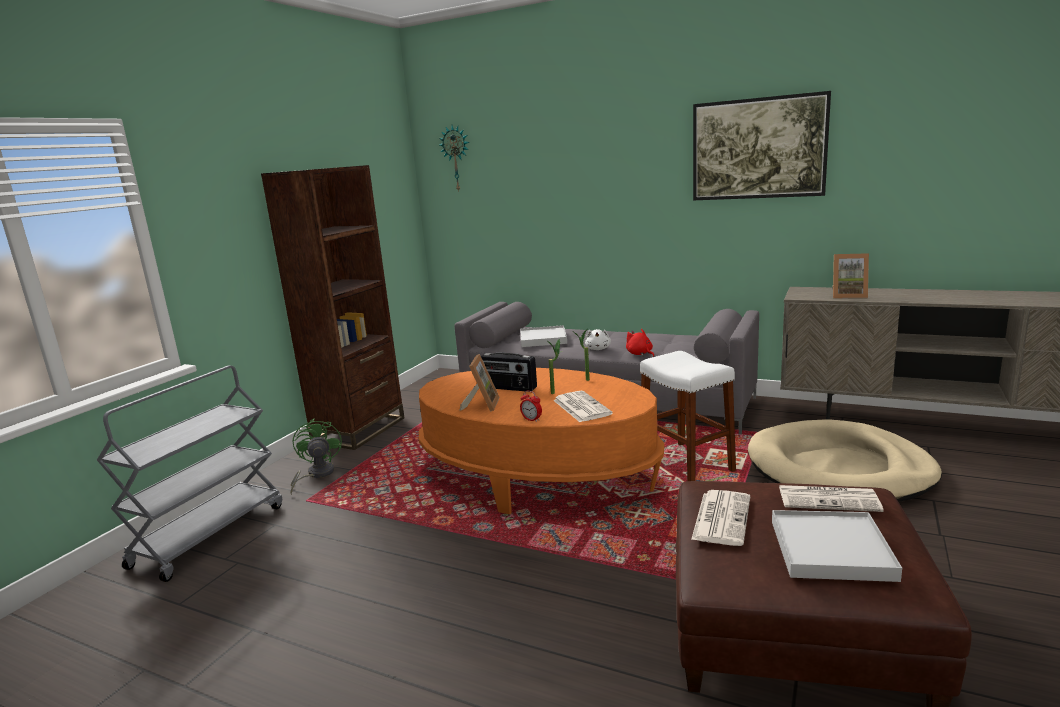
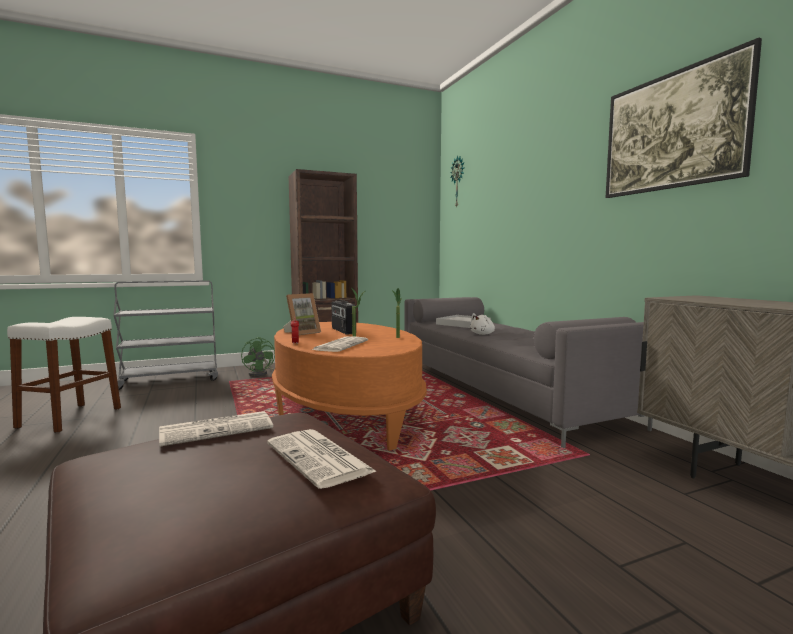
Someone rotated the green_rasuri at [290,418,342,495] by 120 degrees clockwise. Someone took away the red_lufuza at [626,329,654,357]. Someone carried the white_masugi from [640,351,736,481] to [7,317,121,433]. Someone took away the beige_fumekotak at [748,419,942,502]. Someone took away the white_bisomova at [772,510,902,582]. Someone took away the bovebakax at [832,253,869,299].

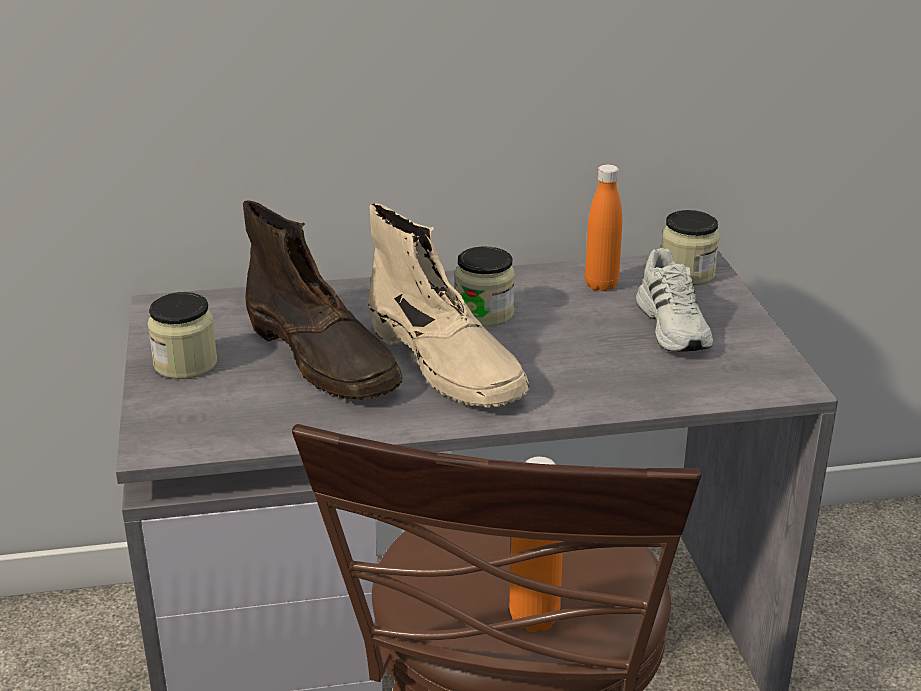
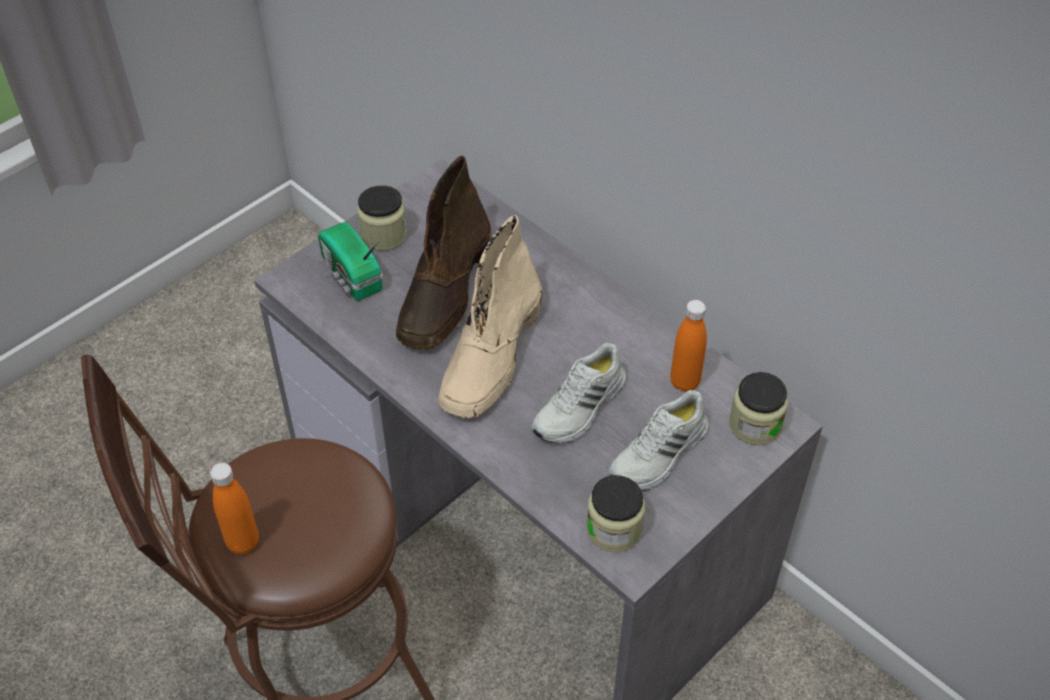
Someone carried the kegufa from [455,247,515,327] to [586,475,645,552]. Someone put down the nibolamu at [318,223,383,301]. Someone put down the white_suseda at [531,343,626,444].

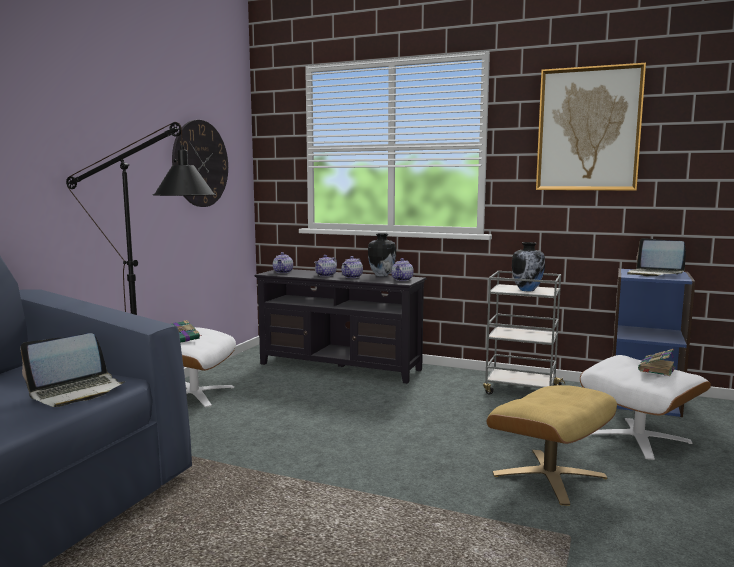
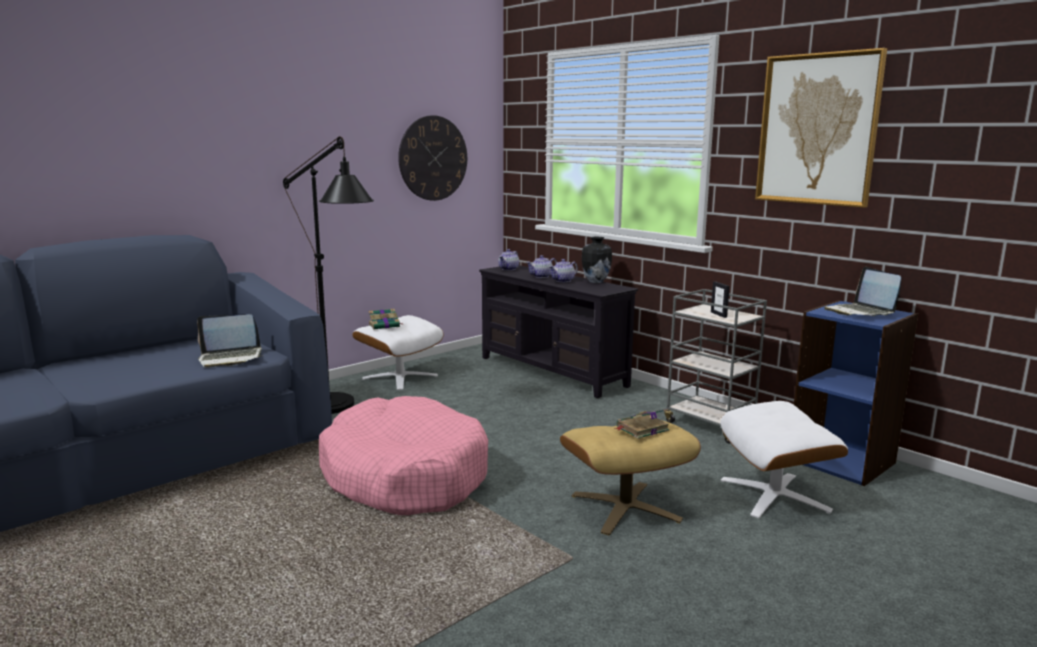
Someone took away the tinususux at [391,258,414,281]. Someone swapped the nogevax at [512,242,545,291] for the bovebakax at [711,281,730,318]. Someone carried the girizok from [638,349,676,376] to [614,409,670,439]. Someone put down the pink_fumekotak at [319,396,488,515].

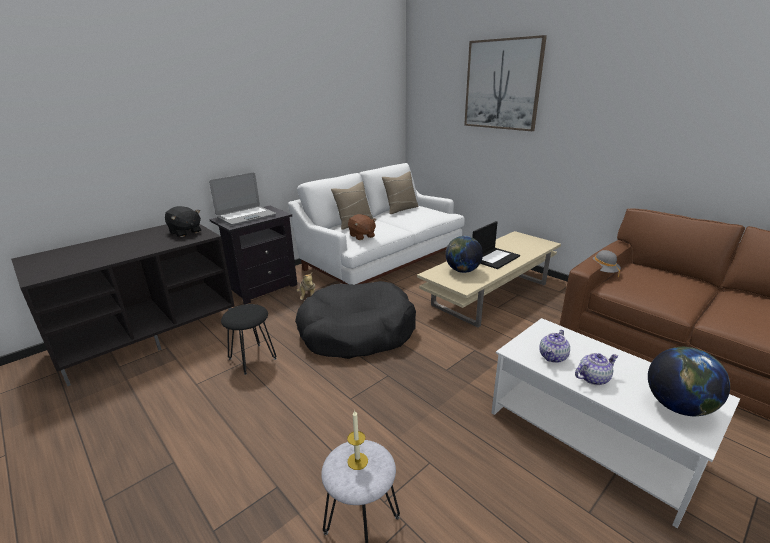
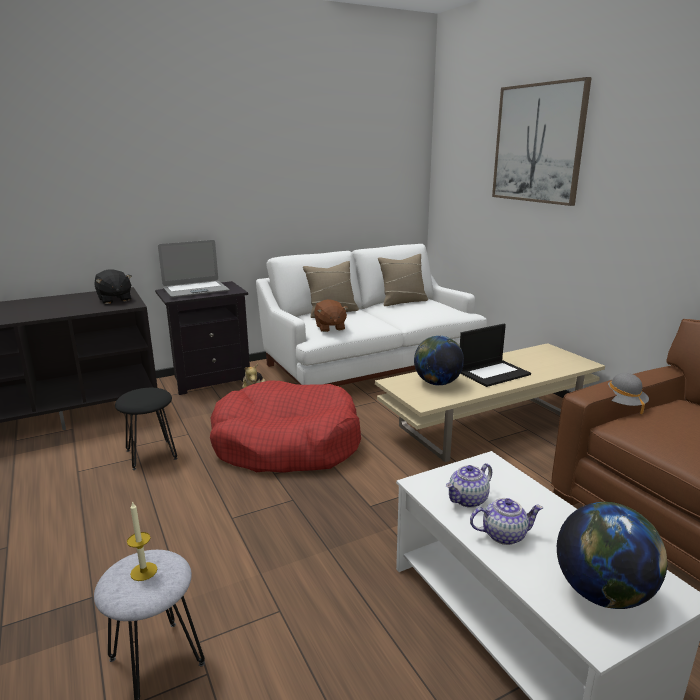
Someone repainted the black_fumekotak at [295,281,416,359], which became the red_fumekotak at [210,380,361,473].

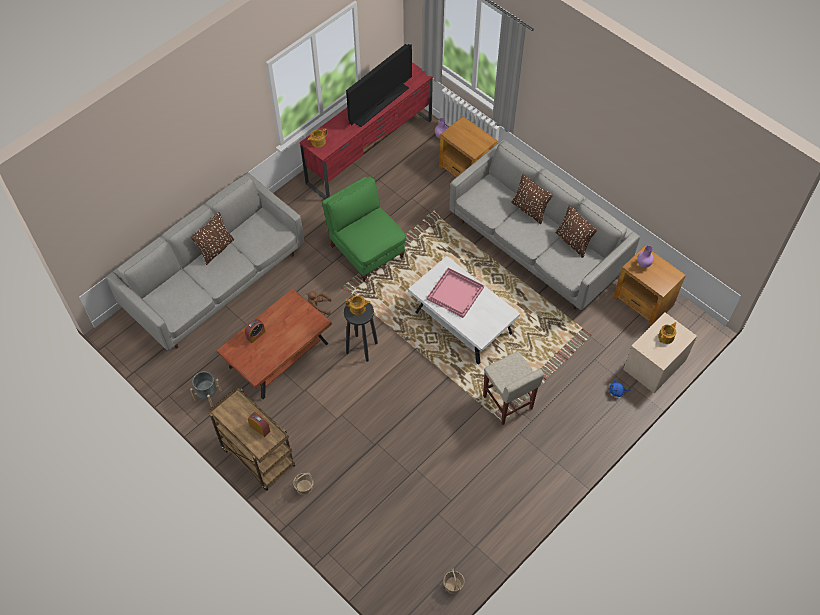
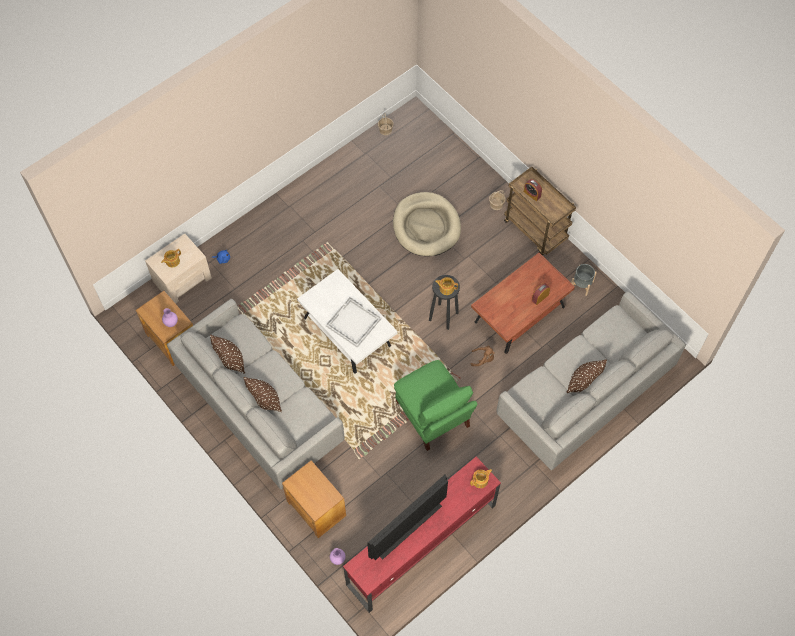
Someone repainted the pink_bisomova at [427,268,484,318], which became the white_bisomova at [326,297,381,348]. Someone took away the beige_masugi at [483,352,544,425]. Someone put down the beige_fumekotak at [393,192,461,256].

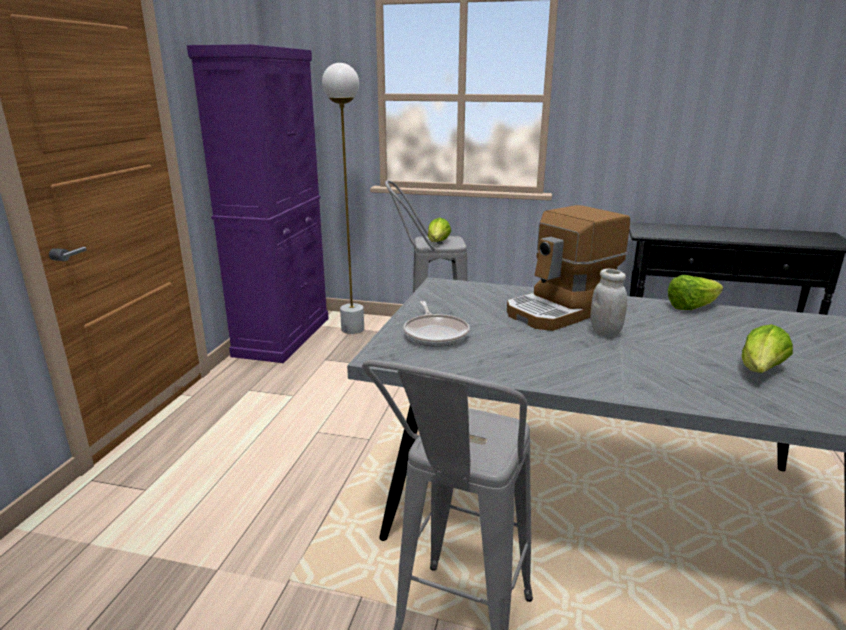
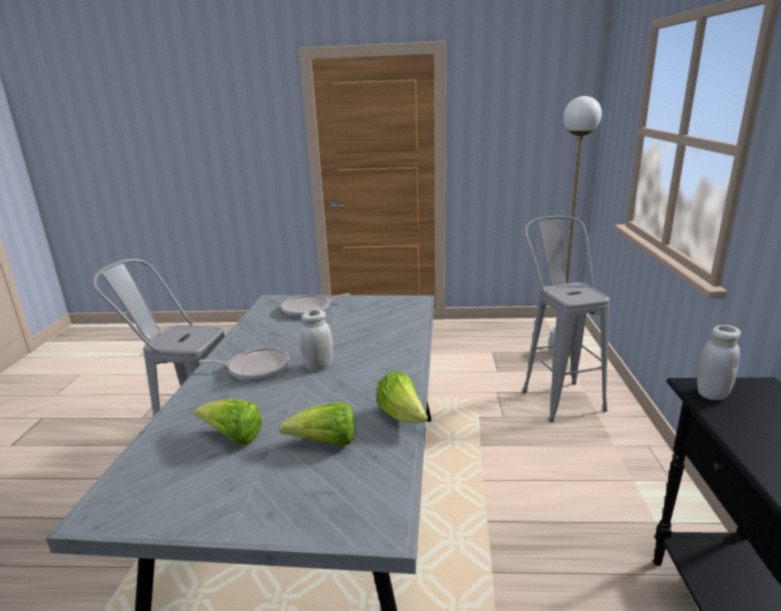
Someone took away the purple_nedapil at [187,44,329,363]. Someone carried the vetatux from [428,218,451,242] to [279,402,354,446]. Someone took away the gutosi at [507,205,630,331]. Someone put down the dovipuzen at [199,348,289,381]. Someone put down the white_kegufa at [697,325,741,400].

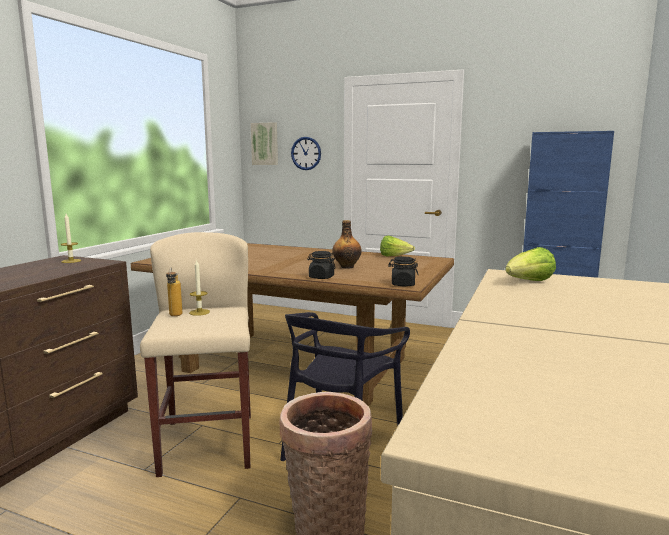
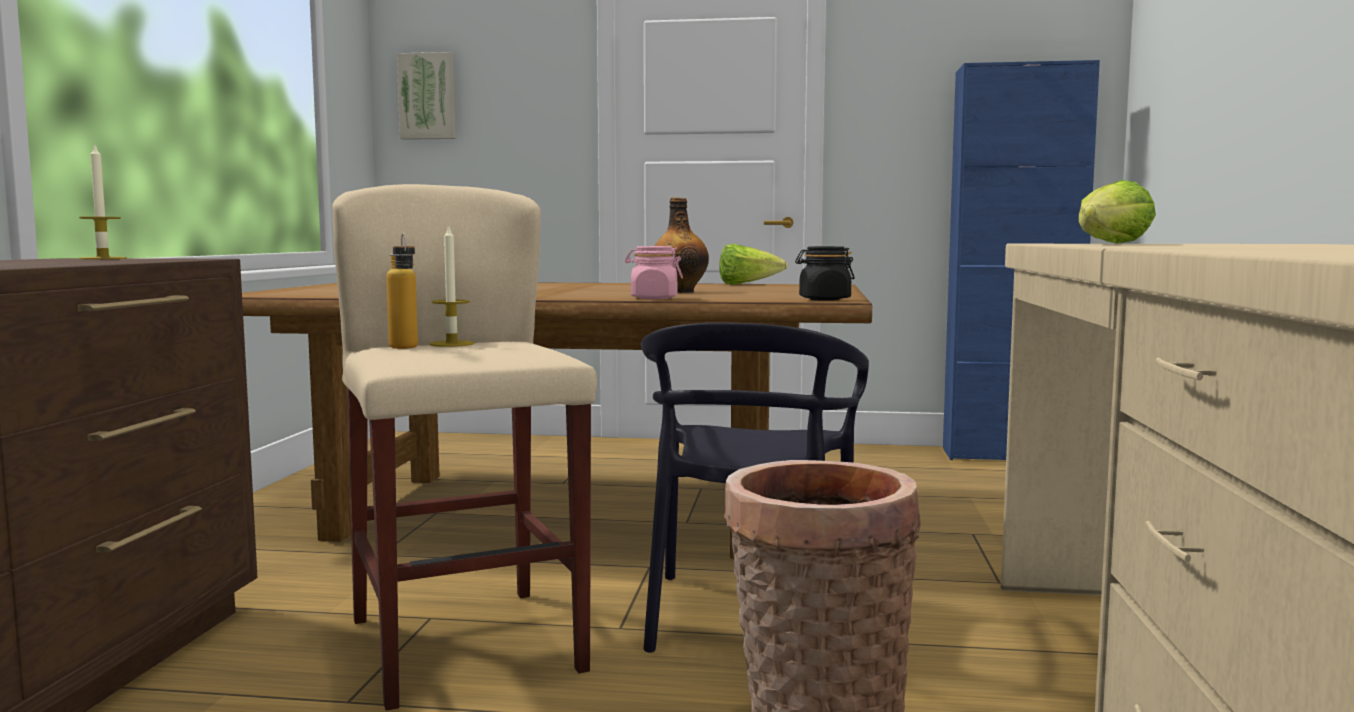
Someone took away the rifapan at [291,137,321,170]. Someone repainted the black_kegufa at [307,251,336,279], which became the pink_kegufa at [625,246,683,299].

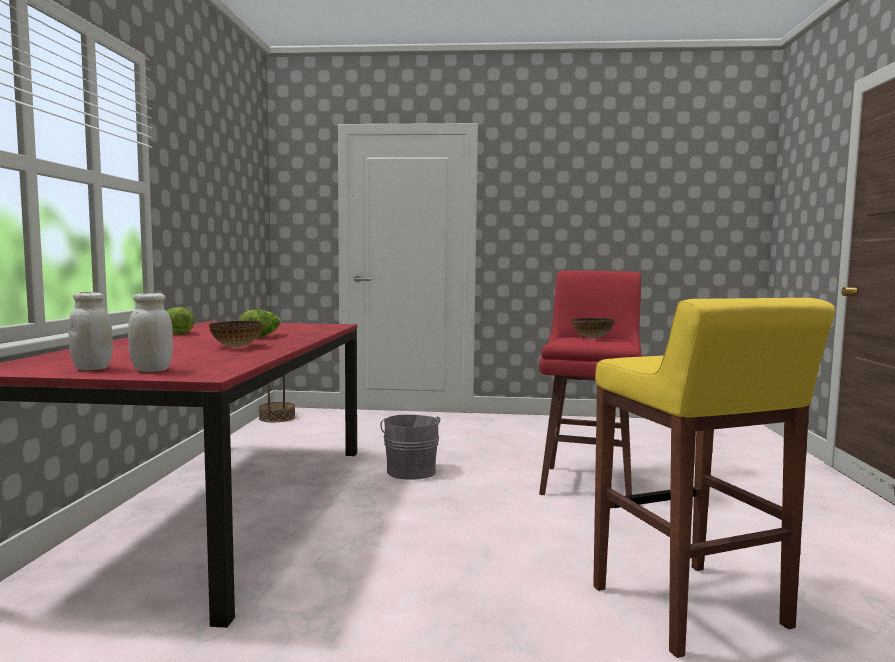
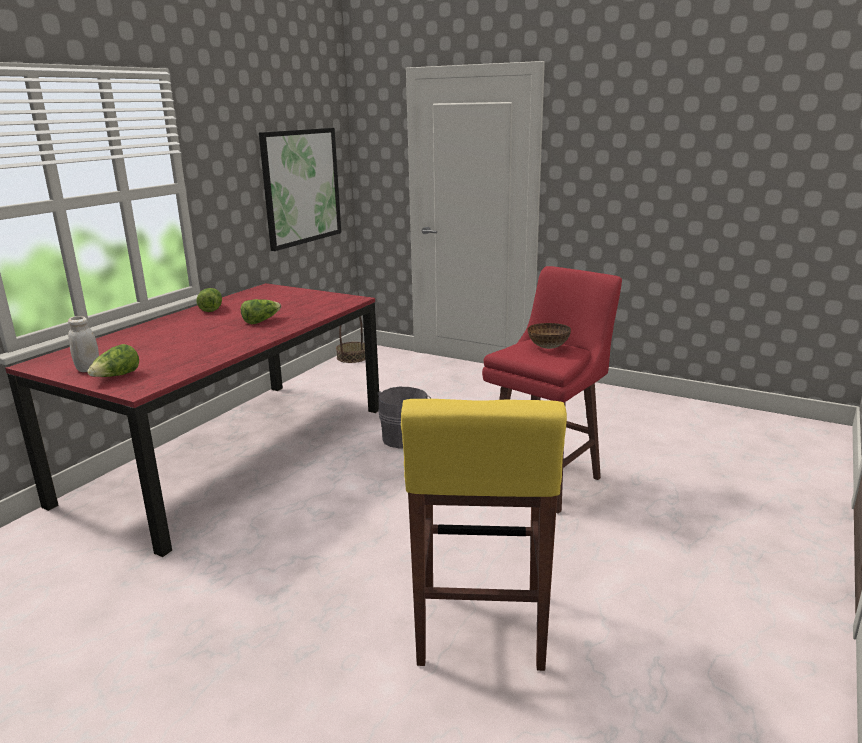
Someone swapped the white_kegufa at [128,293,173,372] for the vetatux at [87,344,139,377]. Someone took away the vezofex at [209,321,263,347]. Someone put up the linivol at [259,128,341,251].

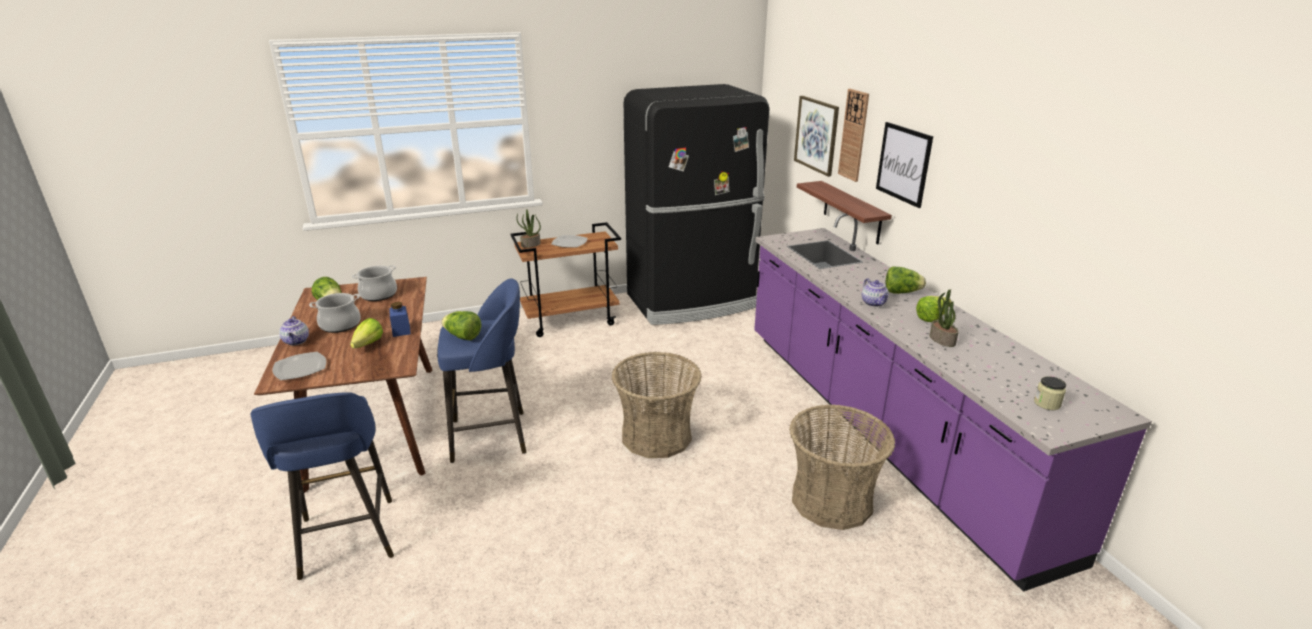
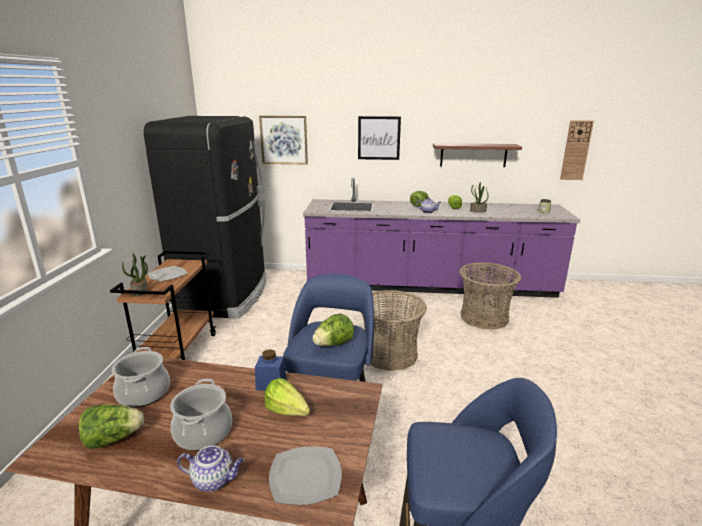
Someone carried the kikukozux from [797,181,892,244] to [433,143,522,167]. Someone carried the rifapan from [838,89,869,182] to [560,121,594,180].

